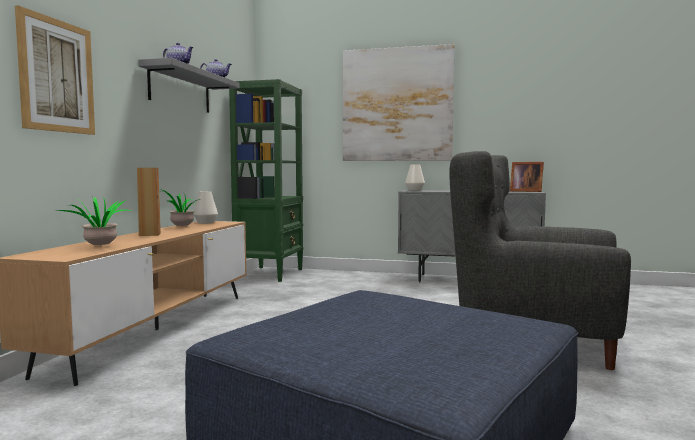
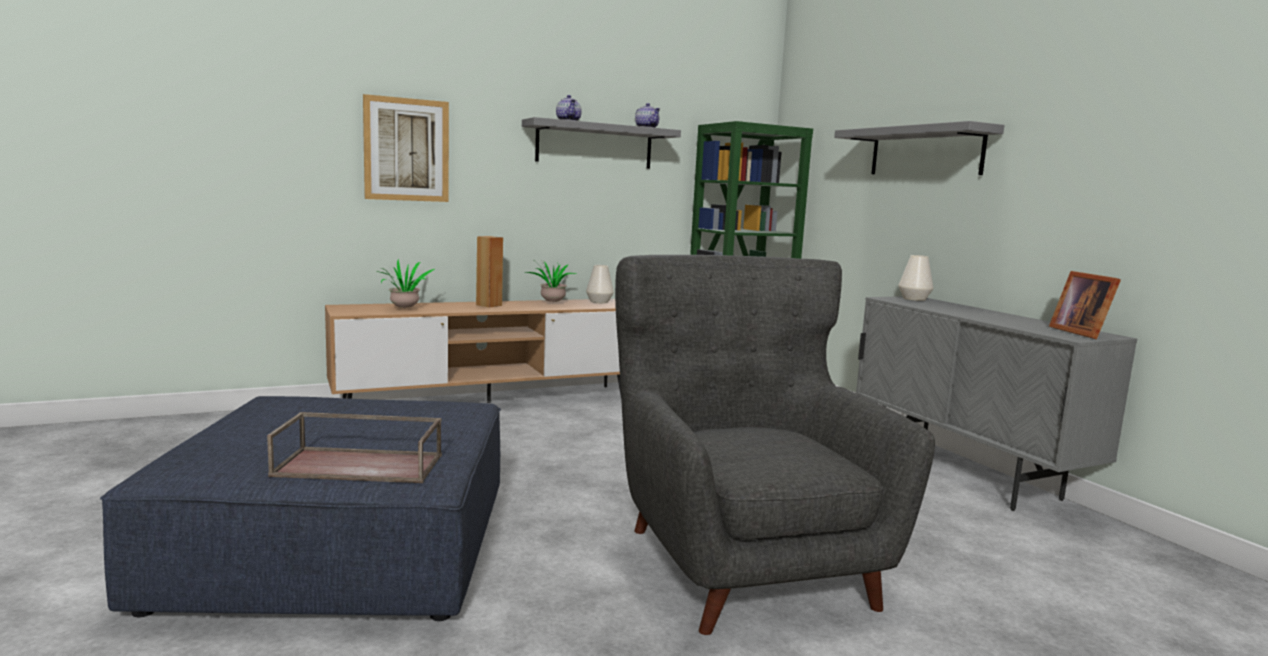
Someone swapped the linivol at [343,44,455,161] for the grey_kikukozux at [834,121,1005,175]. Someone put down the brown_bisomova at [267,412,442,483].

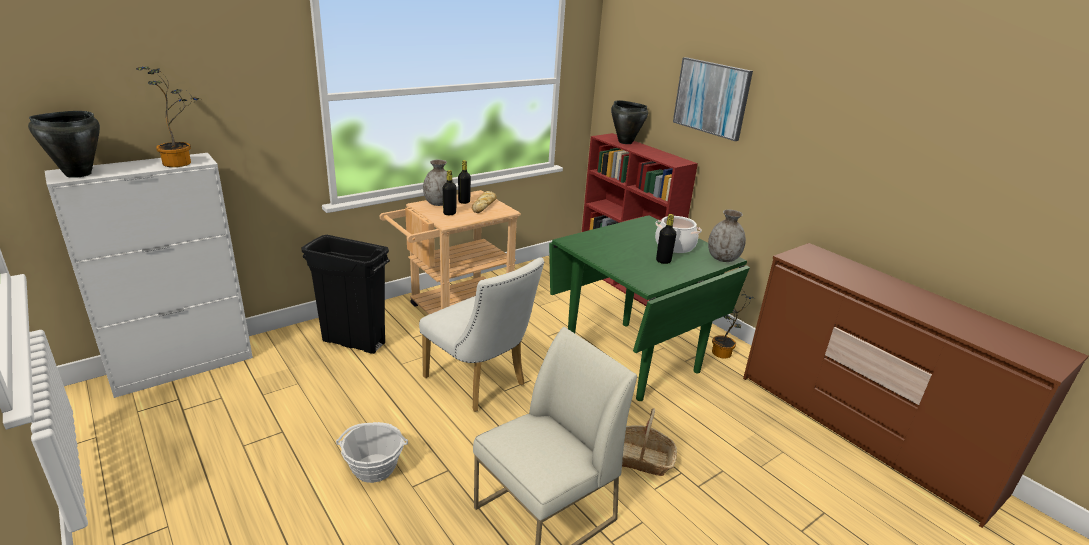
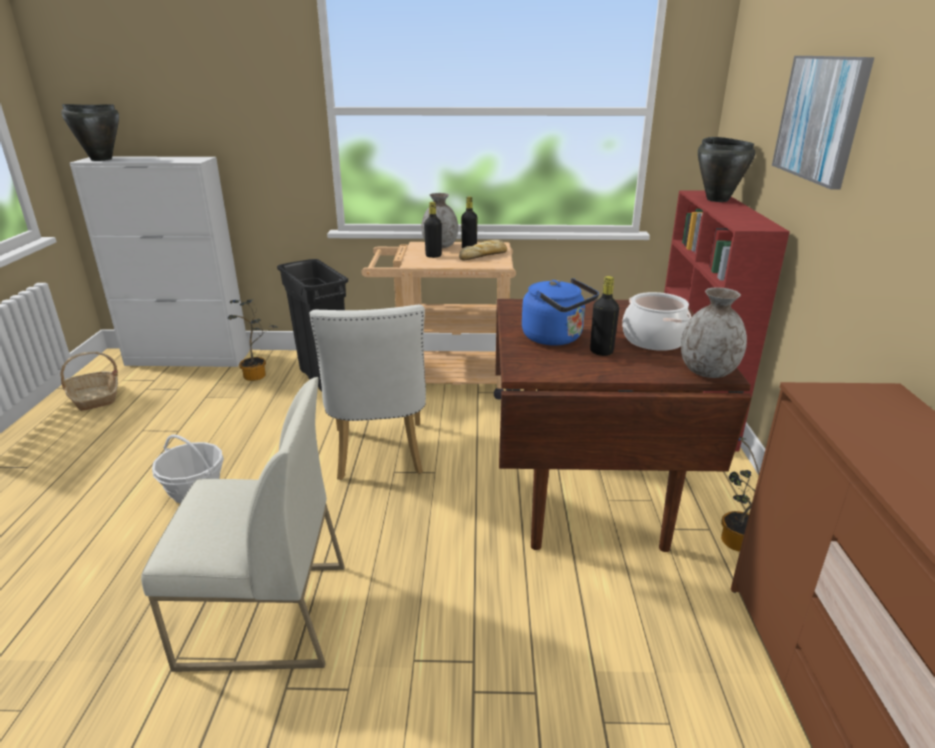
Someone carried the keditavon from [136,67,200,167] to [227,299,278,381]. Someone repainted the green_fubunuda at [549,215,750,401], which became the brown_fubunuda at [495,299,752,552]. Someone carried the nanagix from [622,408,677,476] to [60,352,118,411]. Someone put down the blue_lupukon at [522,278,599,346].

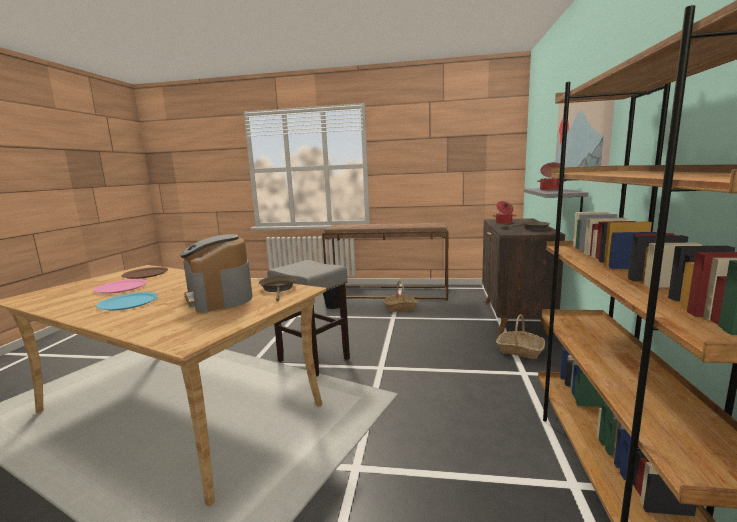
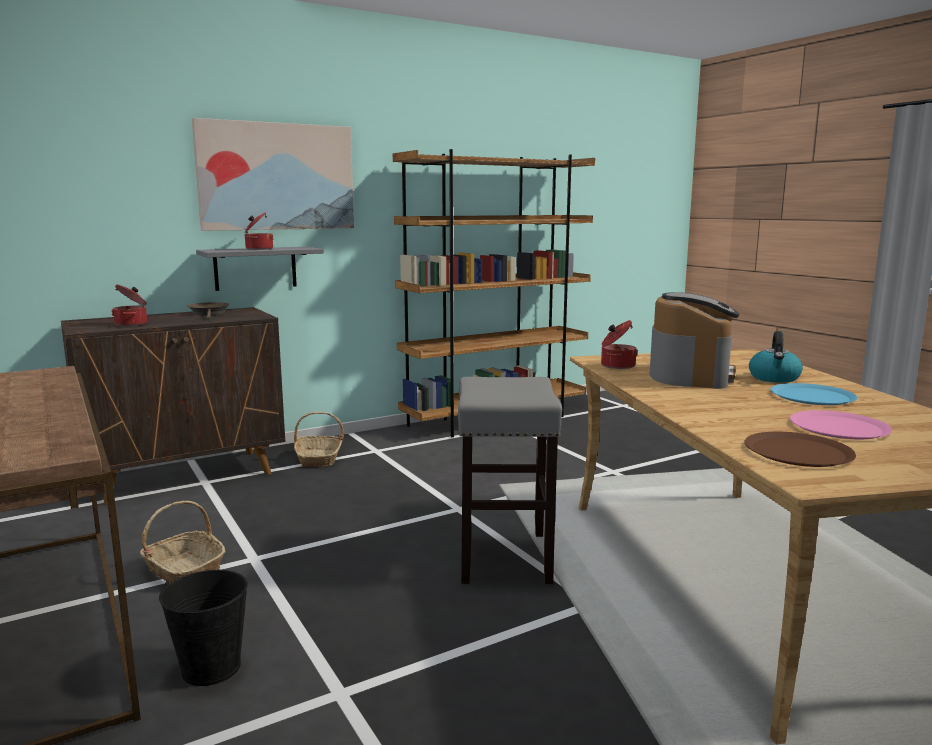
Someone swapped the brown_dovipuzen at [259,276,296,301] for the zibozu at [601,320,638,369]. Someone put down the lupukon at [749,331,803,383].

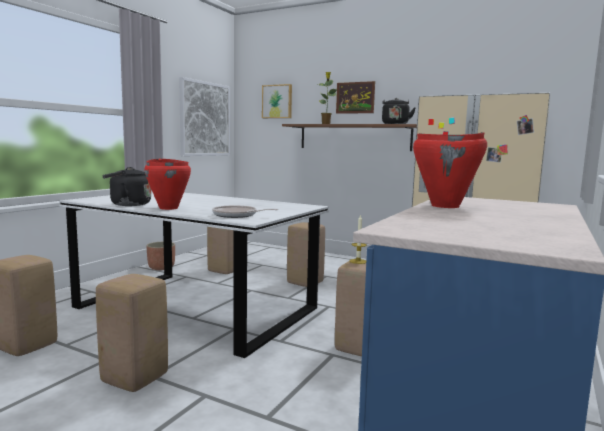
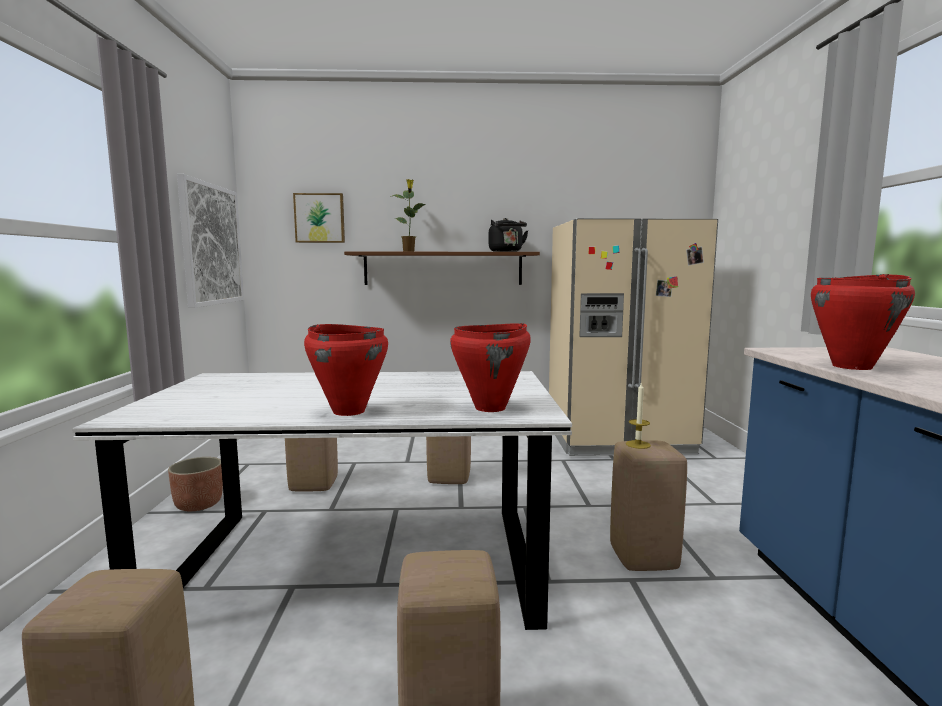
Someone took away the black_lupukon at [102,167,151,206]. Someone swapped the dovipuzen at [212,205,278,218] for the red_zibozu at [450,323,531,412]. Someone took away the linivol at [336,81,375,114].

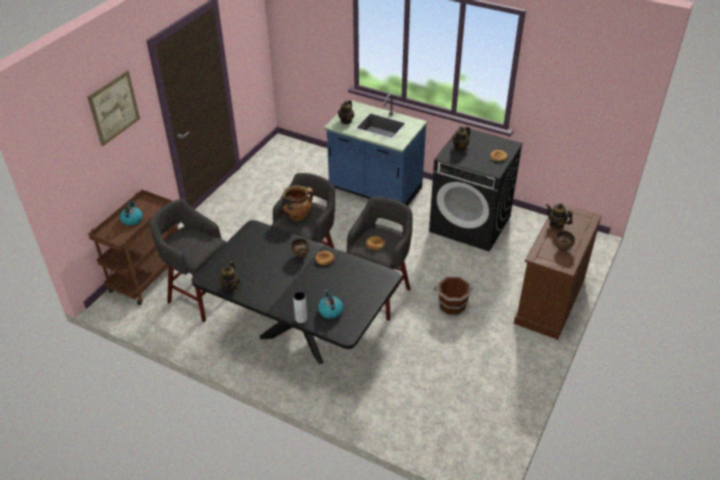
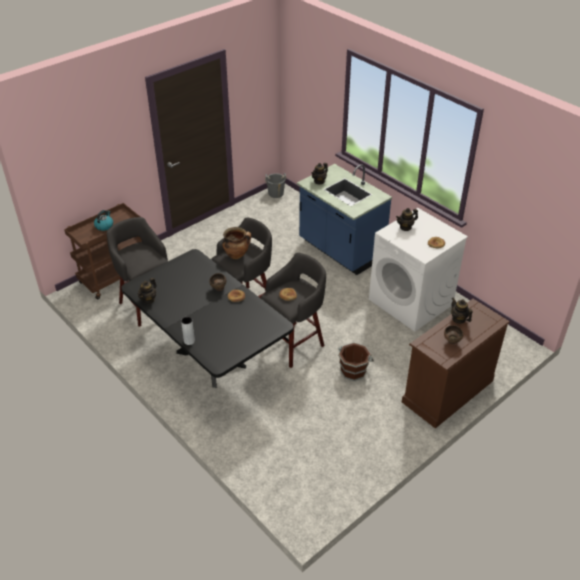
Someone took away the linivol at [88,70,140,146]. Someone took away the lupukon at [318,290,343,319]. Someone repainted the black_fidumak at [429,126,523,251], which became the white_fidumak at [369,208,468,332]. Someone put down the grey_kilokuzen at [265,173,287,198].

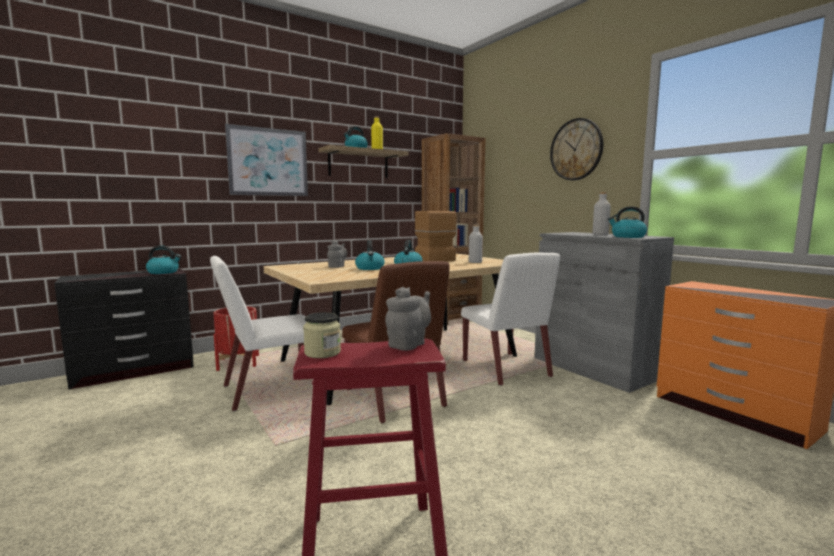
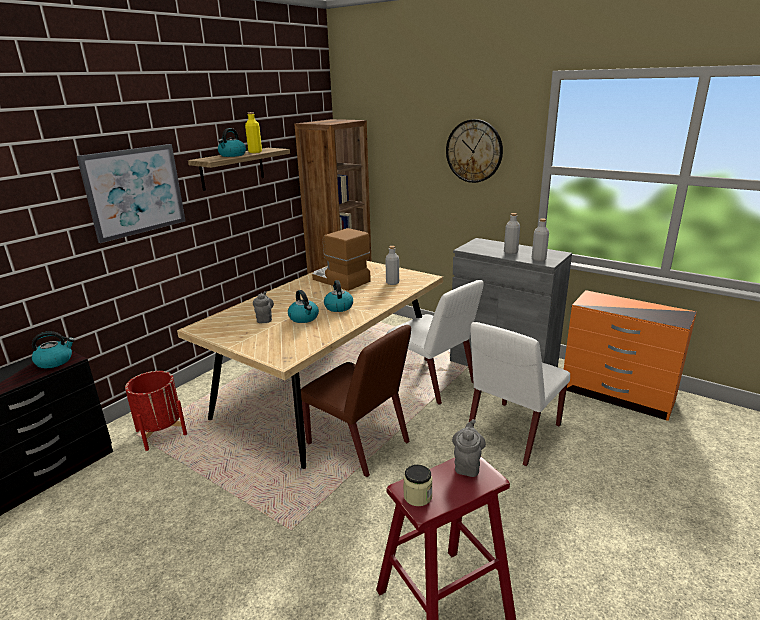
Someone carried the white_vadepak from [210,256,306,411] to [469,322,570,466]. Someone swapped the lupukon at [608,206,647,238] for the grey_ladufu at [532,218,549,261].

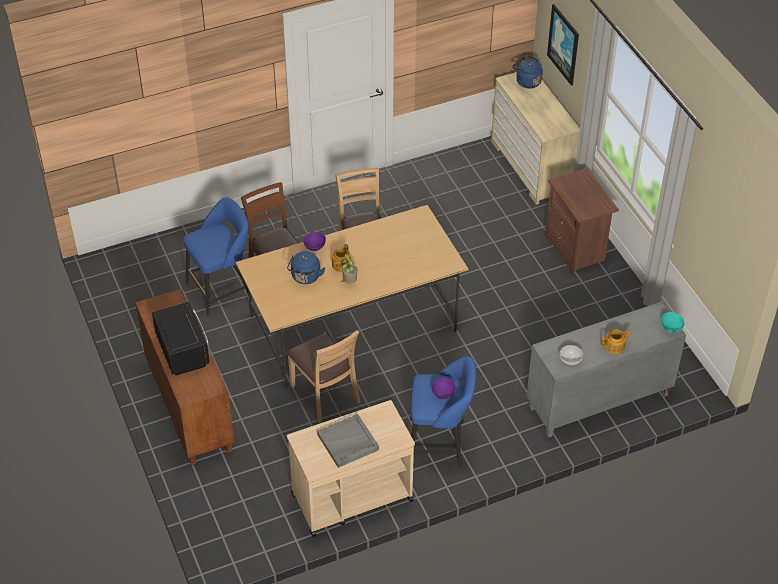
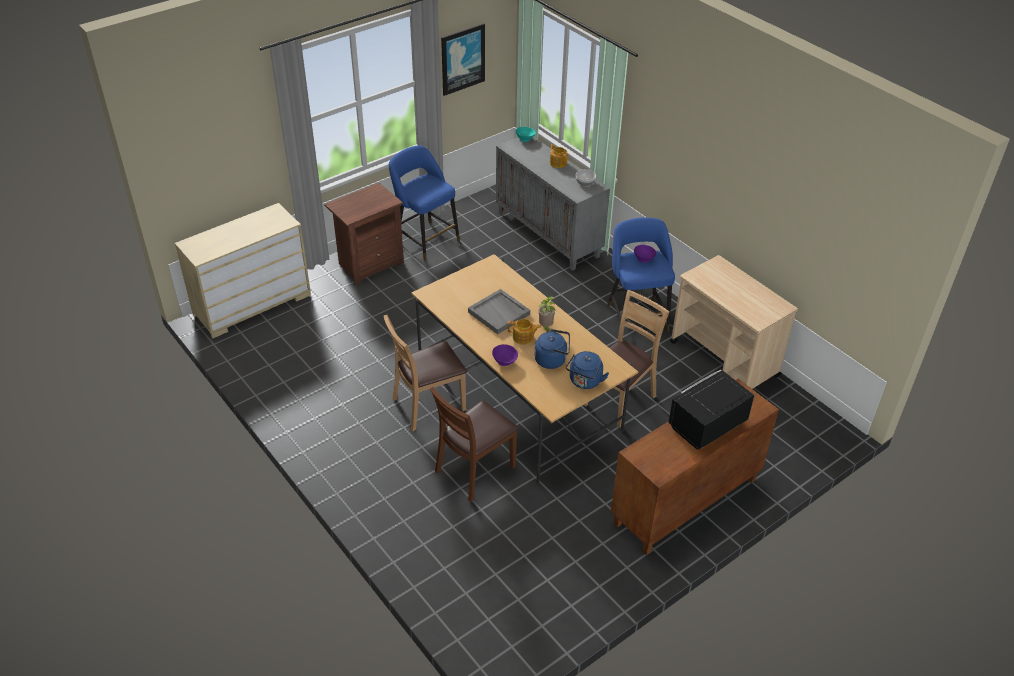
Someone carried the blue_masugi from [184,197,252,316] to [389,145,460,261]. Someone carried the grey_bisomova from [317,414,379,468] to [468,289,530,334]. Someone carried the blue_lupukon from [512,55,543,89] to [566,351,609,389]. Someone carried the linivol from [547,4,579,85] to [441,24,485,96].

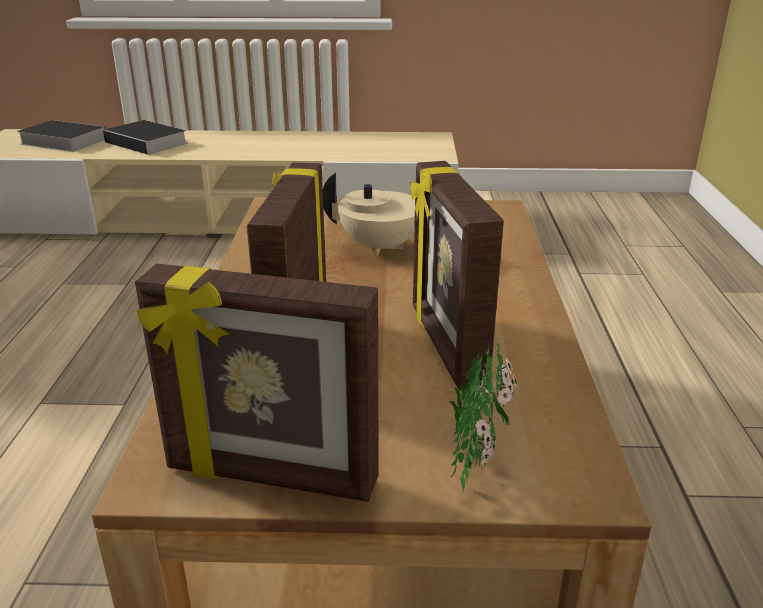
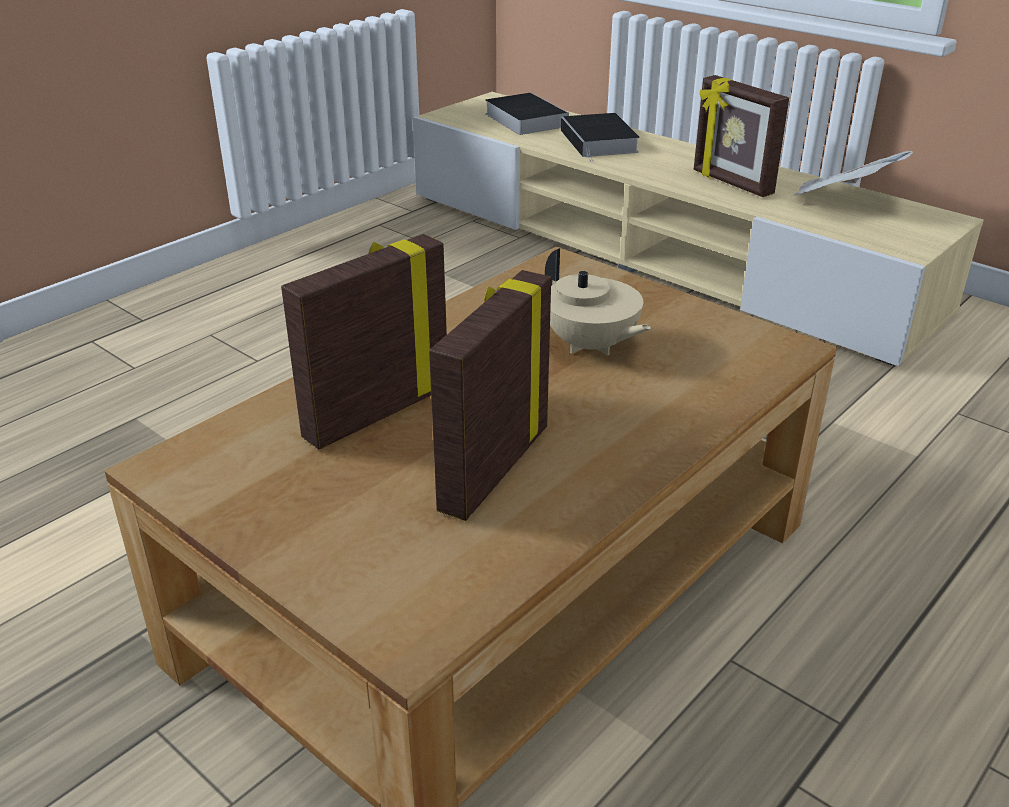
Someone carried the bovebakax from [135,263,379,502] to [694,75,789,197]. Someone took away the keditavon at [449,339,518,494]. Someone put down the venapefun at [793,151,913,196].

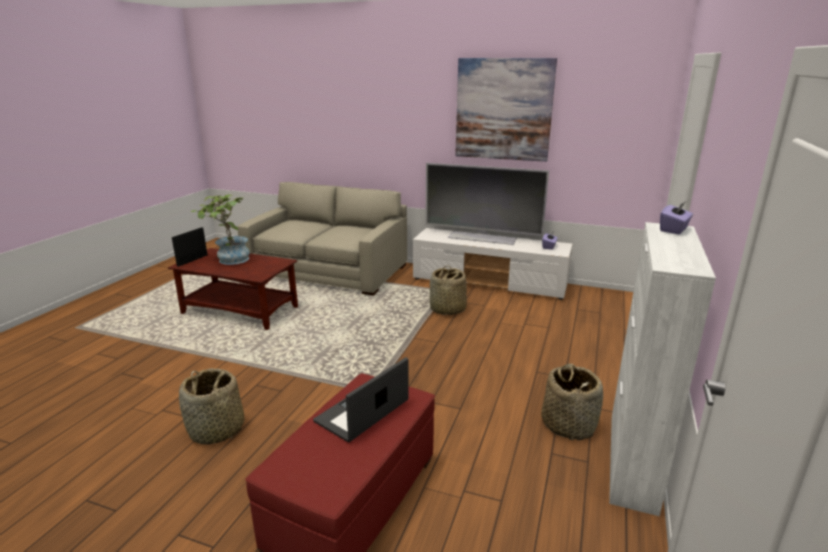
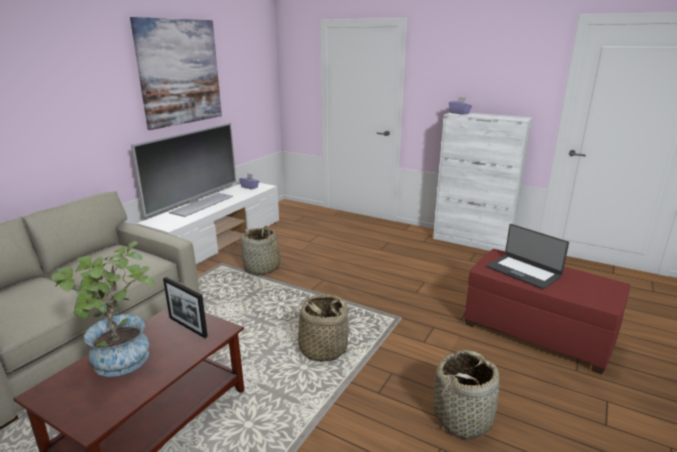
Someone carried the bovebakax from [172,227,207,267] to [163,277,208,338]. Someone carried the nanagix from [541,363,603,440] to [291,295,352,362].

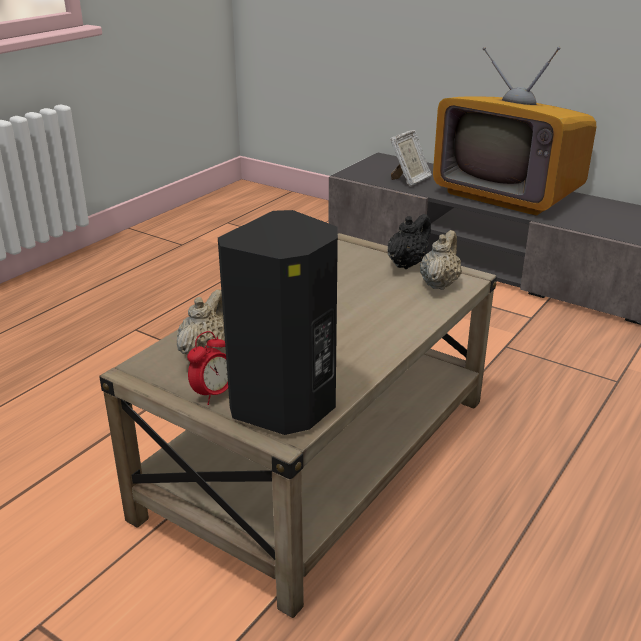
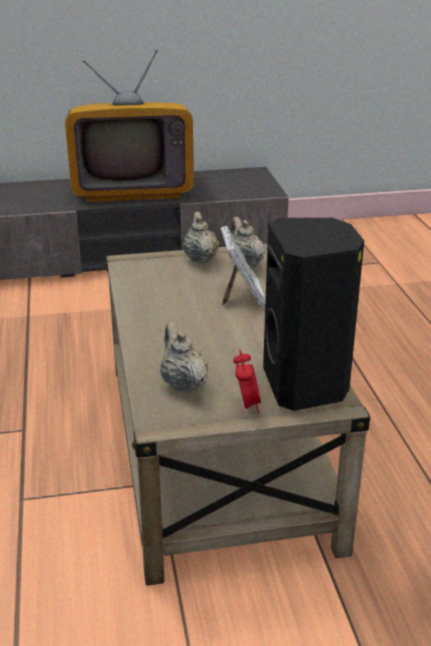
Someone repainted the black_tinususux at [387,214,431,269], which became the beige_tinususux at [183,212,219,263]. Someone carried the bovebakax from [390,130,432,187] to [220,226,266,307].

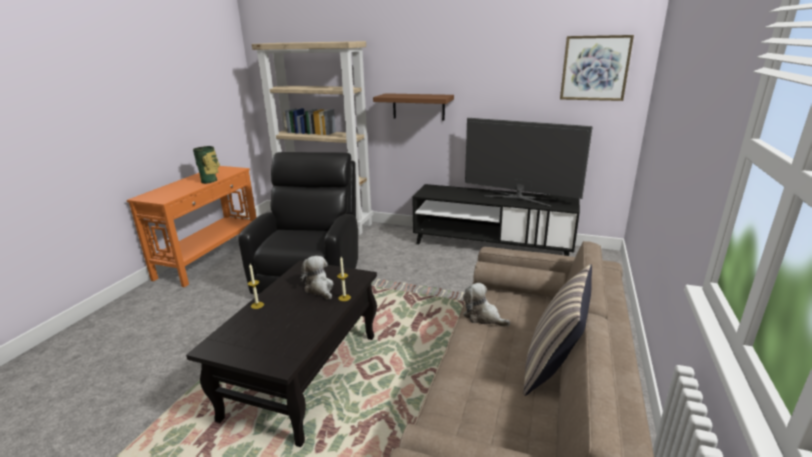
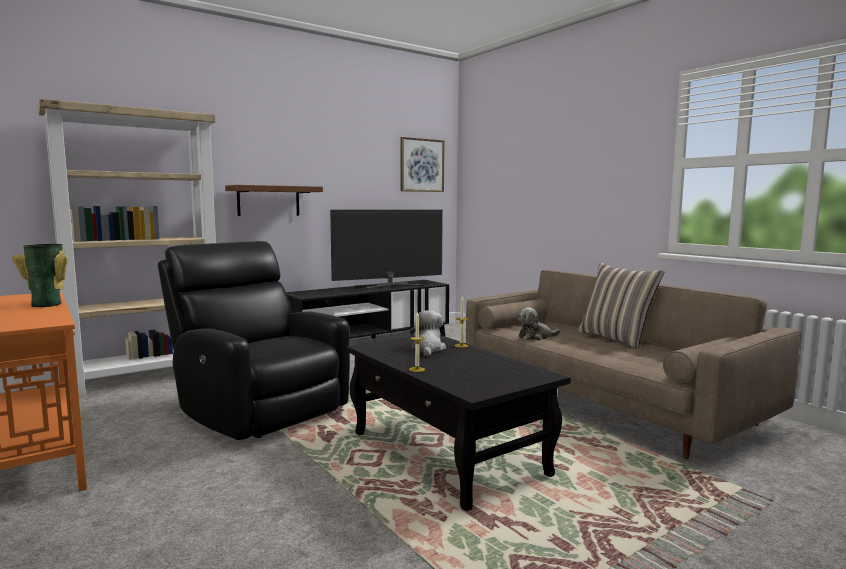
Someone rotated the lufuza at [300,256,333,300] by 90 degrees clockwise.

